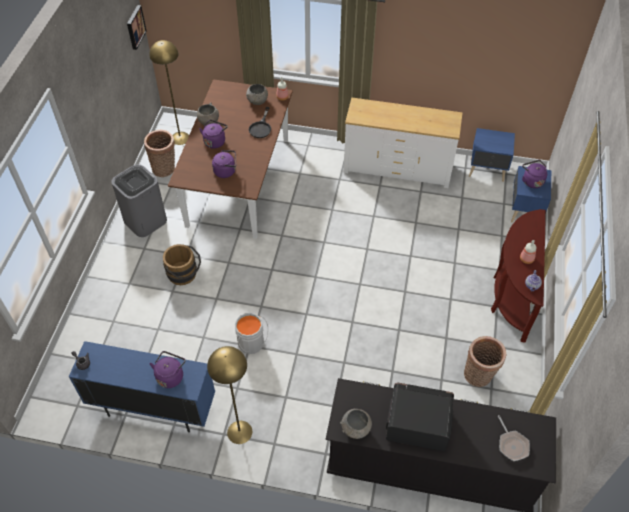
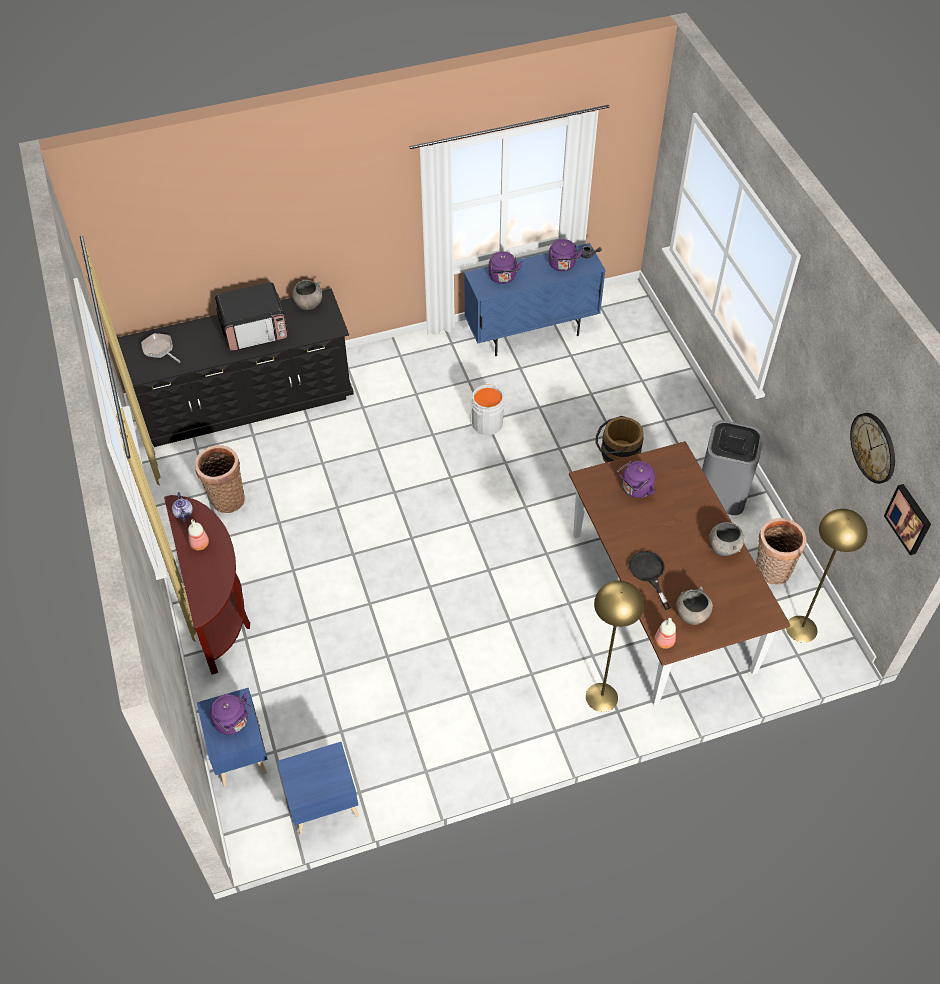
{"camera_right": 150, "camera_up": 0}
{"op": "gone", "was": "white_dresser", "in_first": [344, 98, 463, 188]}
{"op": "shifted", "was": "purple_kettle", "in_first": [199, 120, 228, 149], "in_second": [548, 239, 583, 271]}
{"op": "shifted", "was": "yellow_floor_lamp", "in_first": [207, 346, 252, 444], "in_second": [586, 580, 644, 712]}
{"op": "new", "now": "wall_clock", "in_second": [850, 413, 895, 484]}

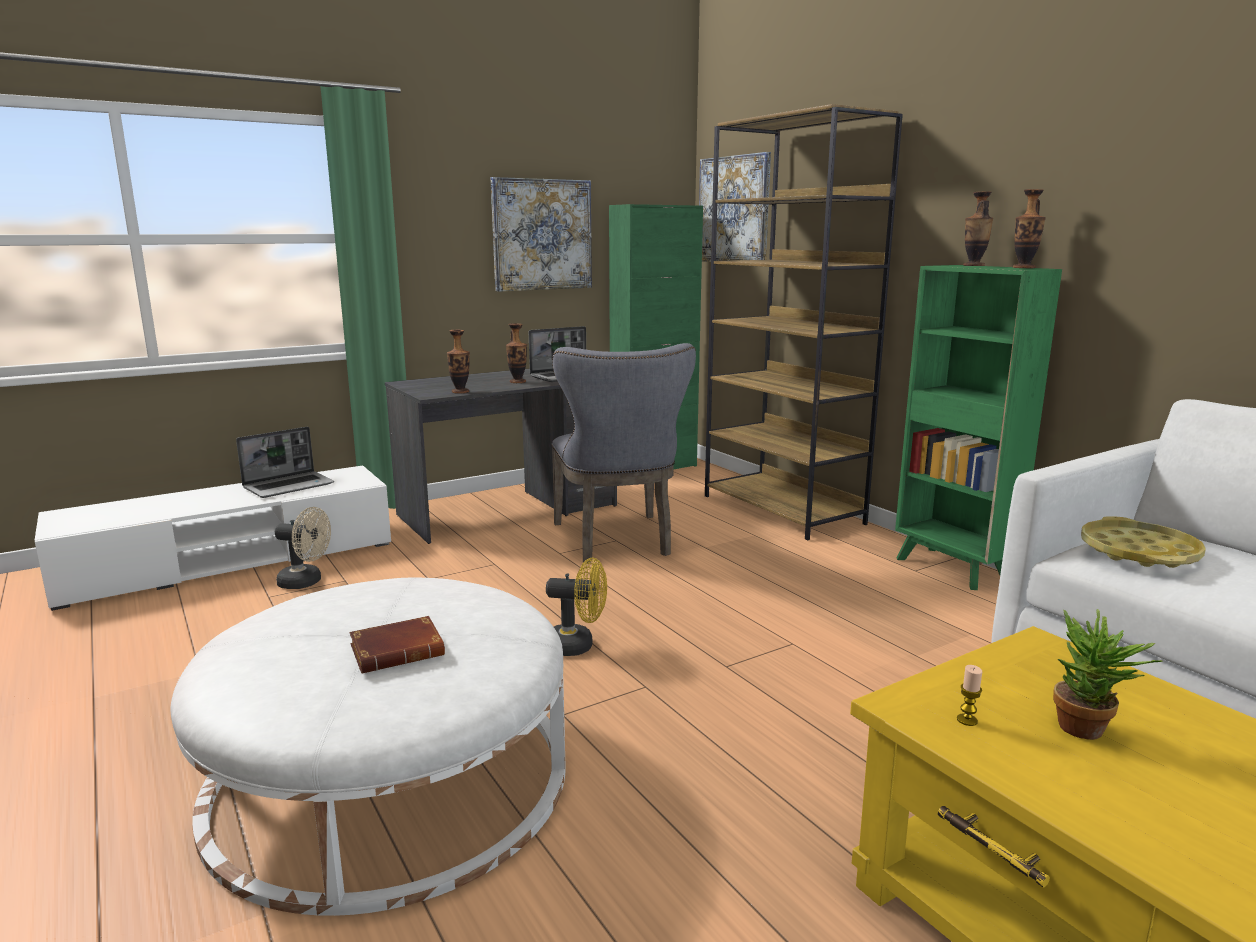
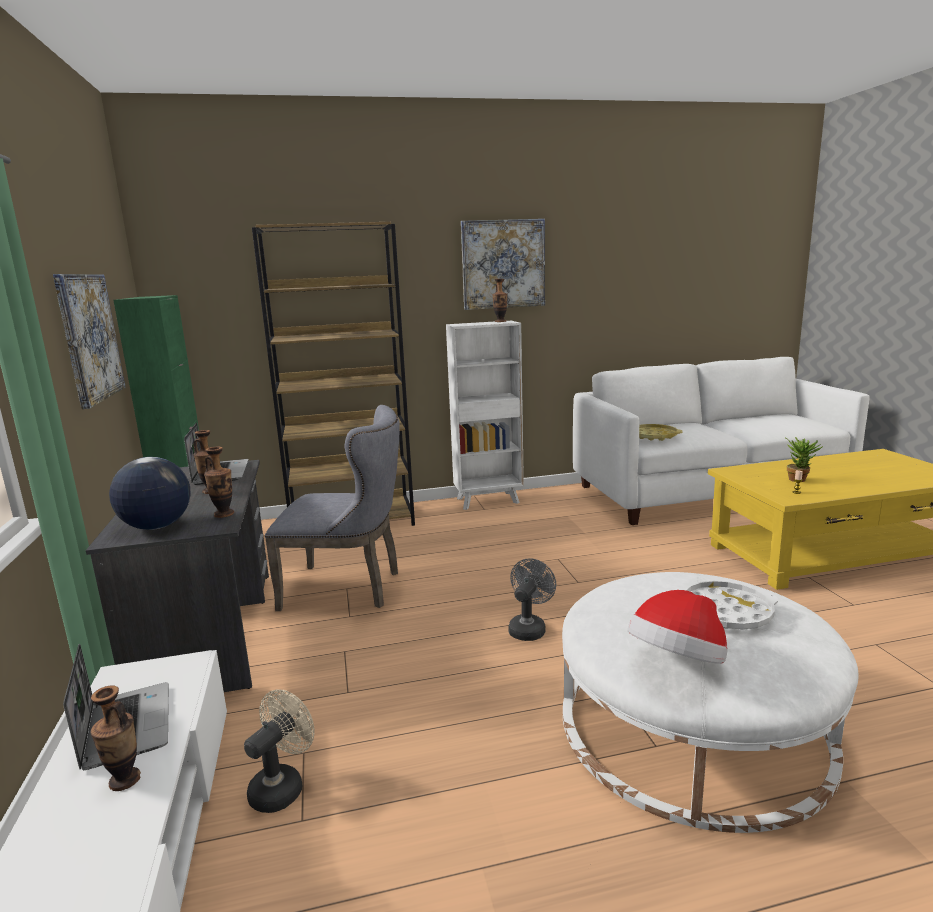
{"camera_right": -70, "camera_up": 0}
{"op": "shifted", "was": "picture", "in_first": [699, 152, 771, 262], "in_second": [461, 219, 545, 310]}
{"op": "shifted", "was": "vase", "in_first": [963, 192, 993, 266], "in_second": [91, 685, 141, 791]}
{"op": "repainted", "was": "green_bookcase", "now": "white_bookcase", "in_first": [895, 265, 1062, 590], "in_second": [446, 321, 524, 510]}
{"op": "repainted", "was": "yellow_fan", "now": "grey_fan", "in_first": [546, 558, 607, 656], "in_second": [508, 558, 556, 641]}
{"op": "swapped", "was": "brown_book", "now": "white_tray", "in_first": [349, 616, 445, 674], "in_second": [685, 581, 778, 629]}
{"op": "new", "now": "globe", "in_second": [109, 457, 191, 530]}
{"op": "new", "now": "hat", "in_second": [627, 590, 728, 664]}

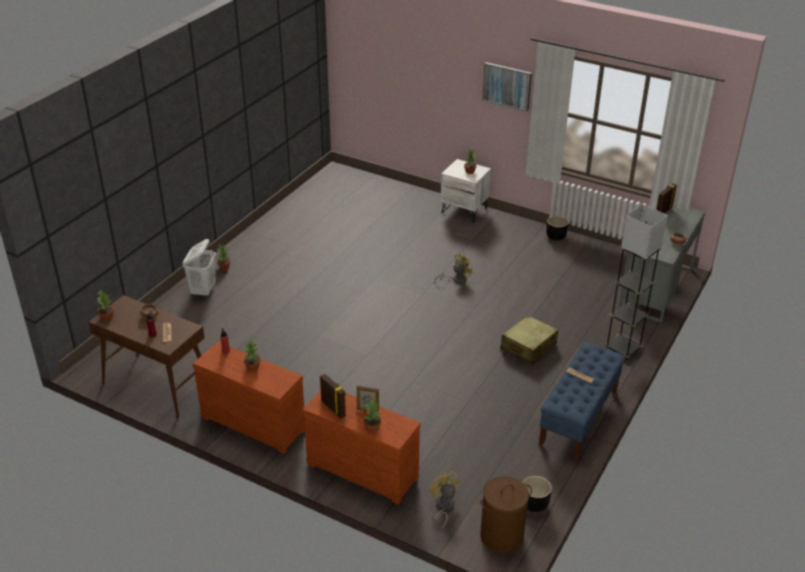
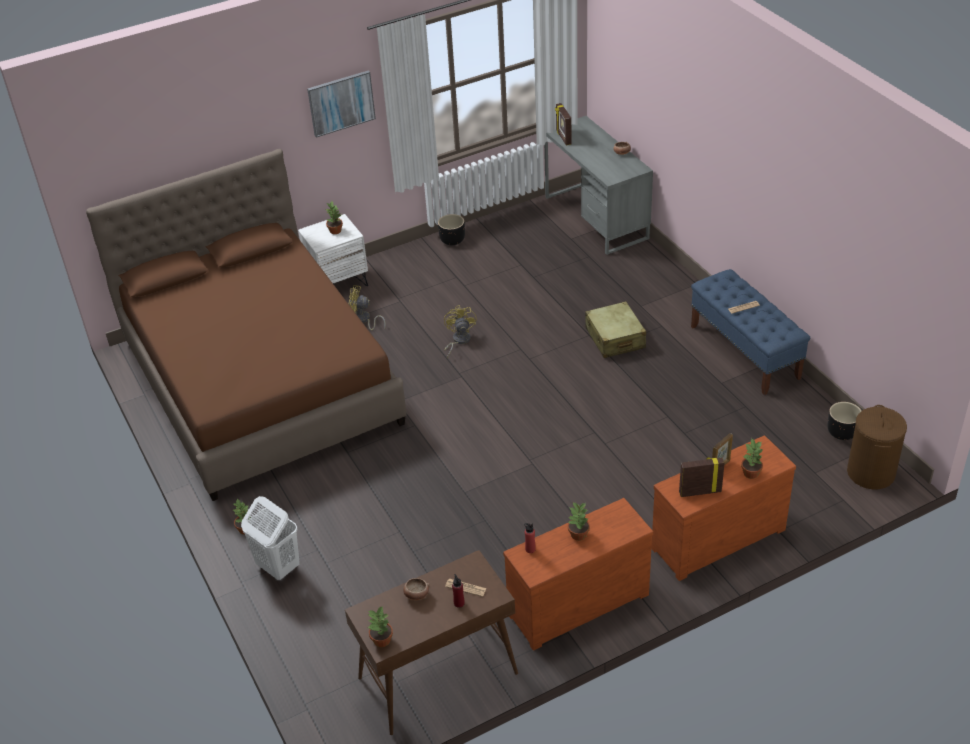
{"camera_right": -55, "camera_up": 5}
{"op": "gone", "was": "grey_floor_lamp", "in_first": [605, 204, 668, 361]}
{"op": "shifted", "was": "yellow_fan", "in_first": [429, 471, 459, 529], "in_second": [349, 285, 386, 330]}
{"op": "new", "now": "brown_bed", "in_second": [86, 149, 407, 501]}

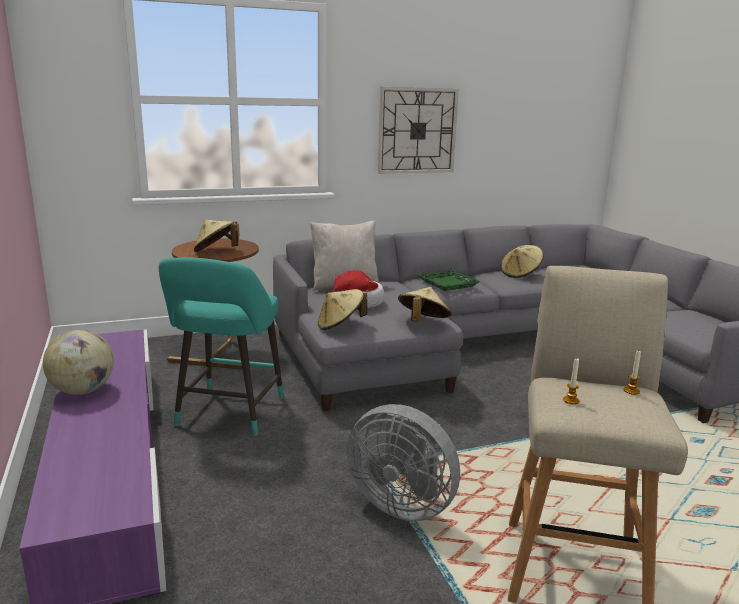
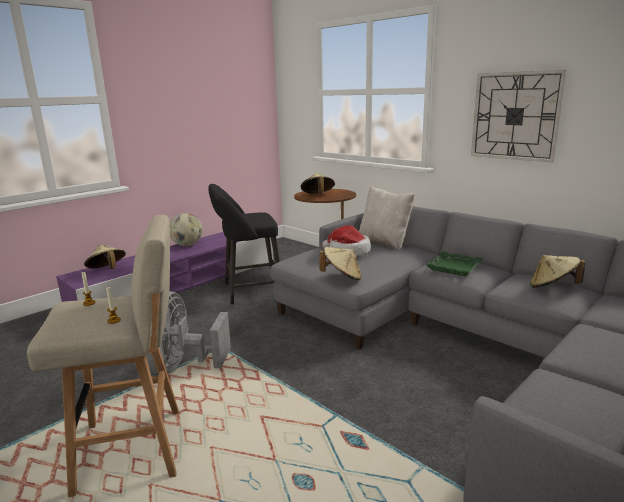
{"camera_right": 65, "camera_up": 0}
{"op": "repainted", "was": "turquoise_stool", "now": "black_stool", "in_first": [159, 257, 284, 436], "in_second": [208, 184, 280, 305]}
{"op": "shifted", "was": "beige_hat", "in_first": [318, 289, 367, 330], "in_second": [84, 245, 126, 269]}

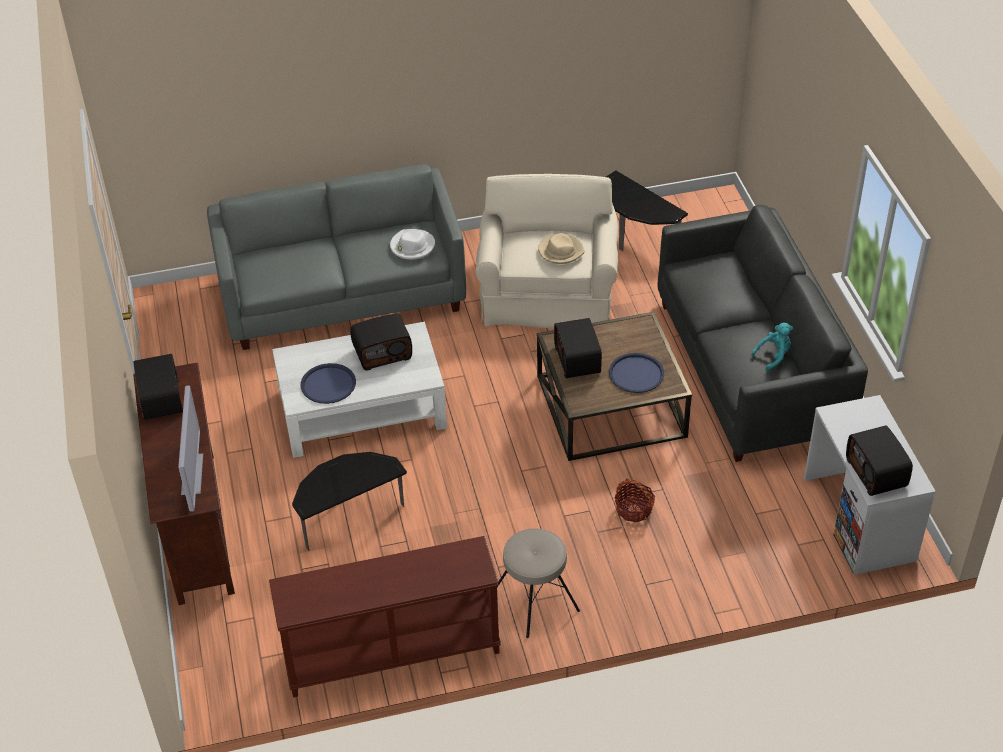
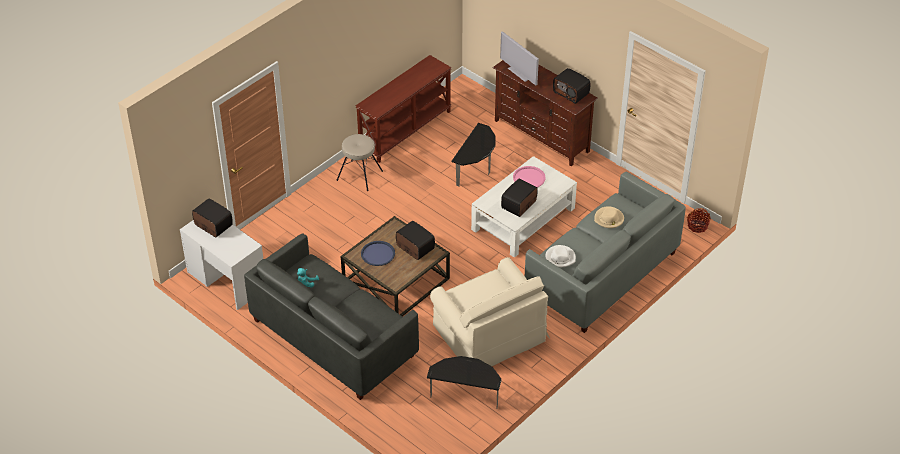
{"camera_right": 145, "camera_up": 0}
{"op": "shifted", "was": "beige_hat", "in_first": [538, 233, 585, 264], "in_second": [594, 206, 624, 228]}
{"op": "repainted", "was": "blue_tray", "now": "pink_tray", "in_first": [301, 363, 356, 404], "in_second": [513, 166, 546, 188]}
{"op": "shifted", "was": "basket", "in_first": [614, 479, 655, 522], "in_second": [687, 208, 711, 233]}

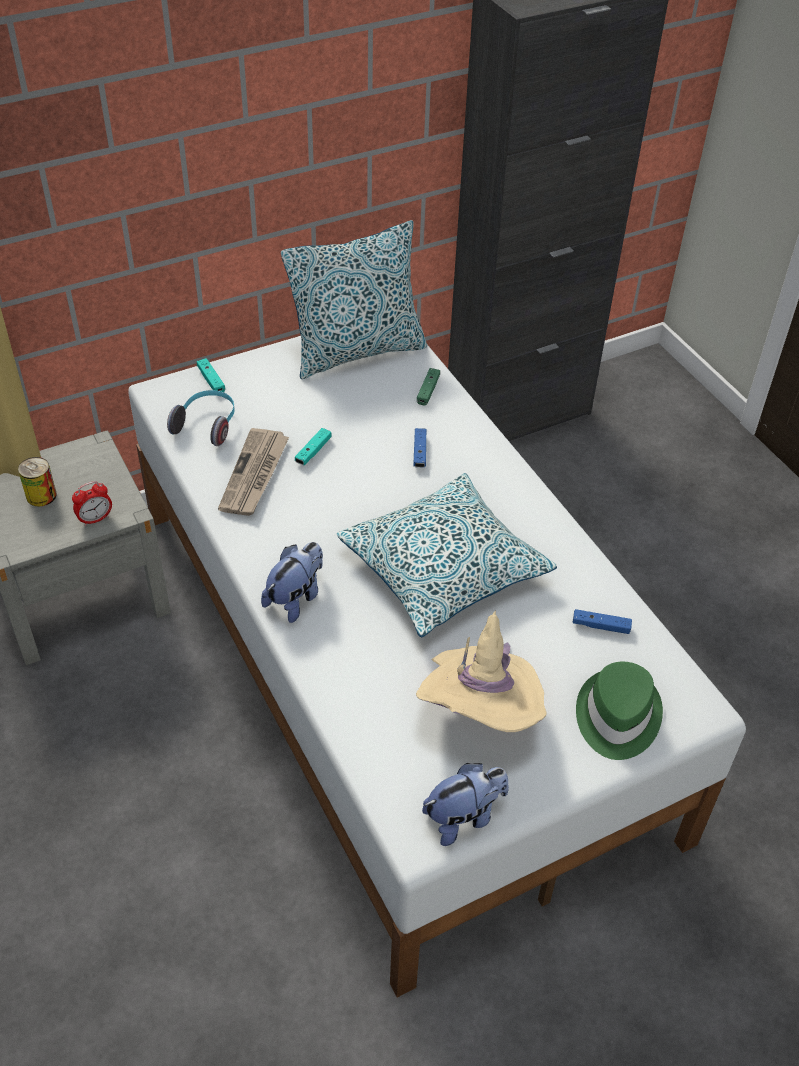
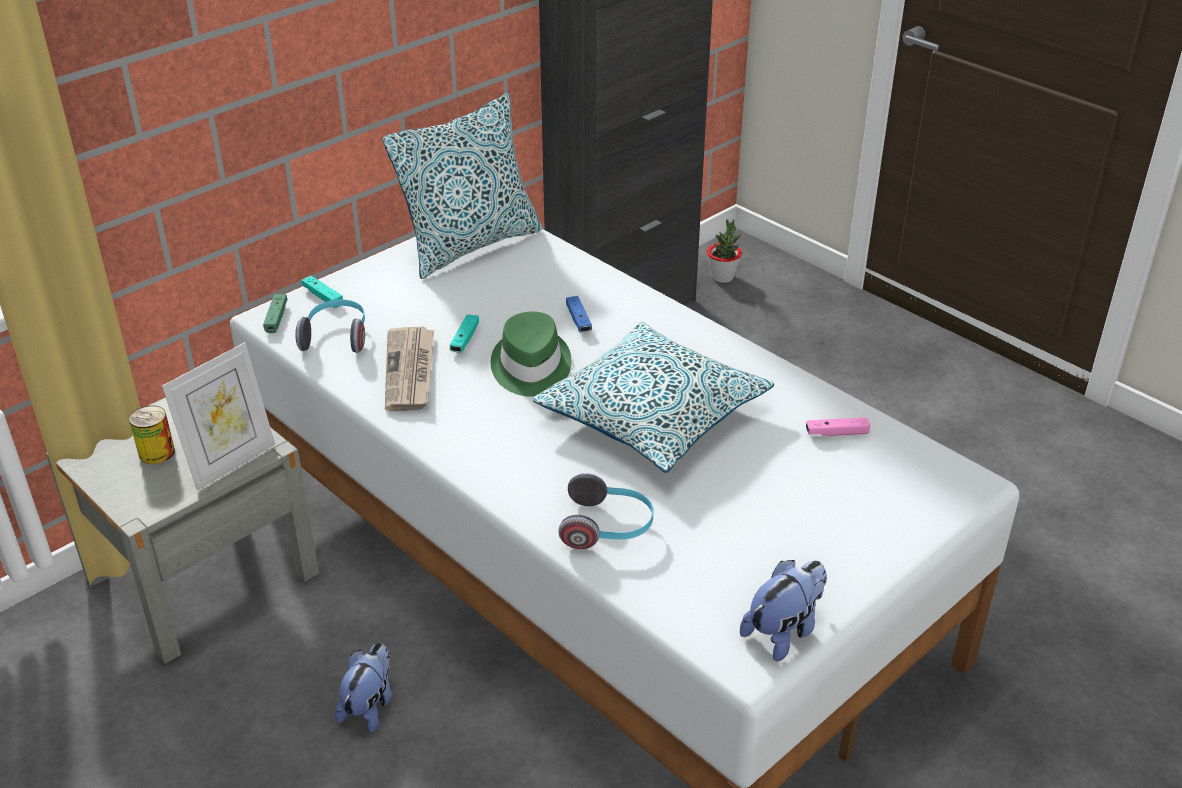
{"camera_right": -15, "camera_up": -10}
{"op": "shifted", "was": "green_game_controller", "in_first": [417, 368, 440, 405], "in_second": [263, 294, 288, 333]}
{"op": "swapped", "was": "alarm_clock", "now": "picture_frame", "in_first": [72, 481, 112, 526], "in_second": [162, 342, 275, 490]}
{"op": "shifted", "was": "plush_toy", "in_first": [261, 542, 323, 623], "in_second": [335, 643, 392, 733]}
{"op": "repainted", "was": "blue_game_controller", "now": "pink_game_controller", "in_first": [573, 609, 632, 634], "in_second": [806, 417, 870, 436]}
{"op": "gone", "was": "beige_hat", "in_first": [416, 610, 547, 732]}
{"op": "shifted", "was": "green_hat", "in_first": [576, 662, 663, 760], "in_second": [491, 311, 572, 397]}
{"op": "new", "now": "potted_plant", "in_second": [707, 219, 742, 283]}
{"op": "new", "now": "headphones", "in_second": [558, 473, 654, 549]}

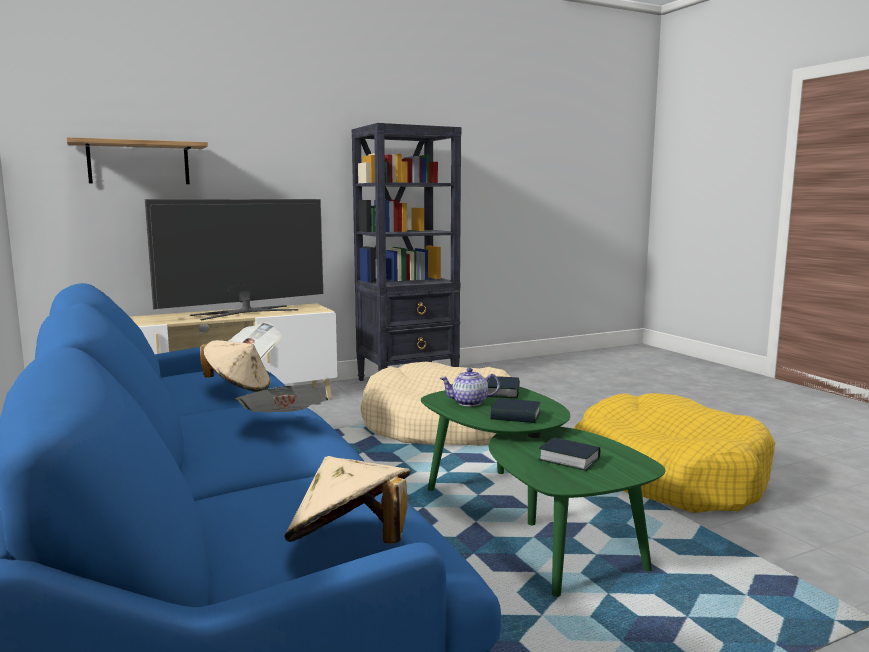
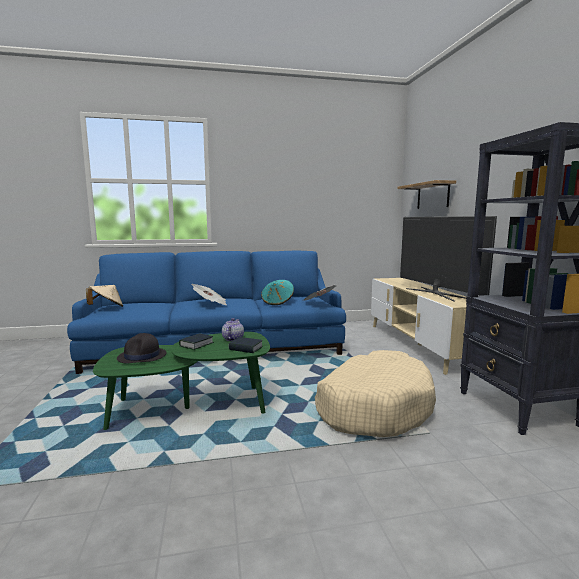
{"camera_right": 105, "camera_up": 0}
{"op": "repainted", "was": "beige_hat", "now": "turquoise_hat", "in_first": [200, 340, 271, 392], "in_second": [261, 280, 294, 305]}
{"op": "gone", "was": "yellow_dog_bed", "in_first": [574, 393, 775, 513]}
{"op": "swapped", "was": "book", "now": "black_hat", "in_first": [538, 437, 600, 471], "in_second": [117, 333, 167, 363]}

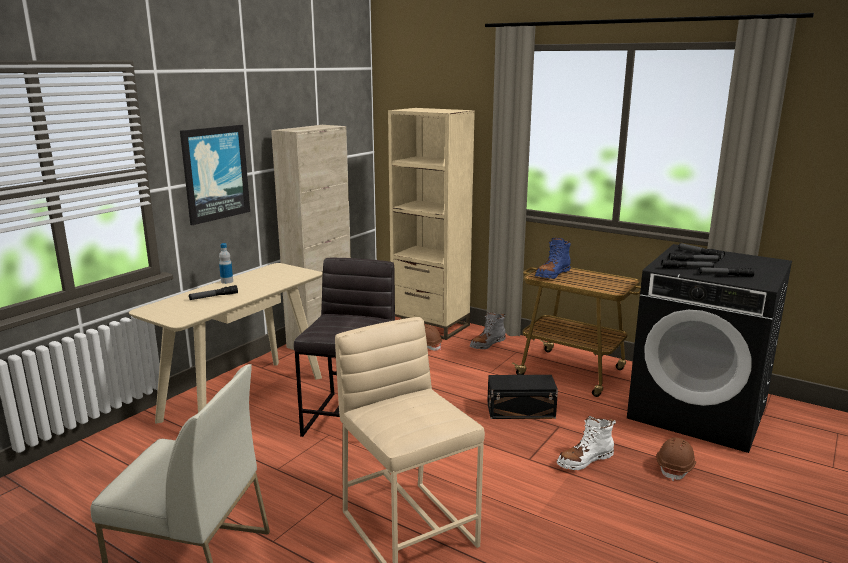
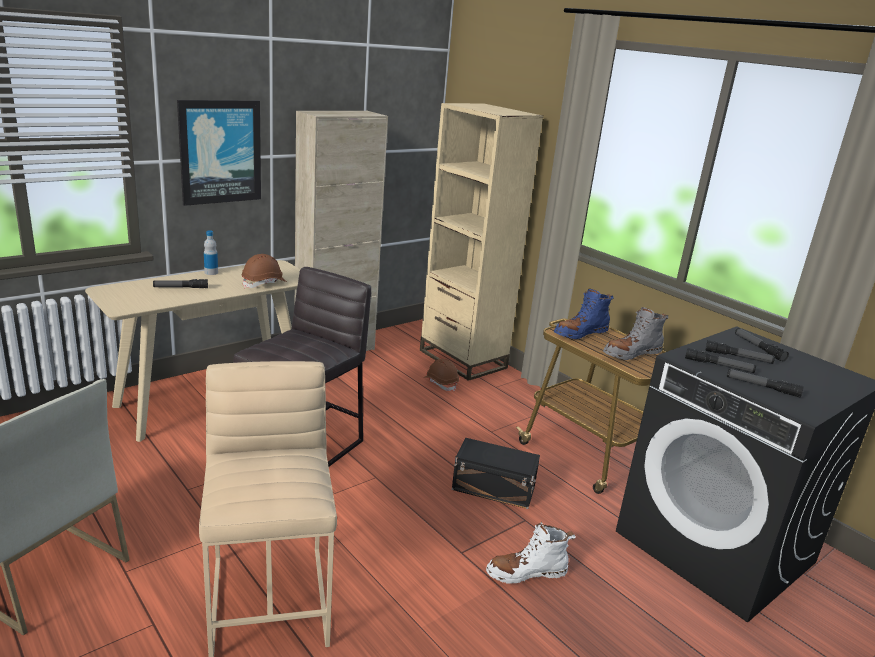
{"camera_right": 15, "camera_up": 5}
{"op": "shifted", "was": "grey_boot", "in_first": [470, 312, 506, 349], "in_second": [603, 307, 668, 360]}
{"op": "shifted", "was": "brown_hard_hat", "in_first": [657, 438, 696, 481], "in_second": [241, 254, 287, 288]}

